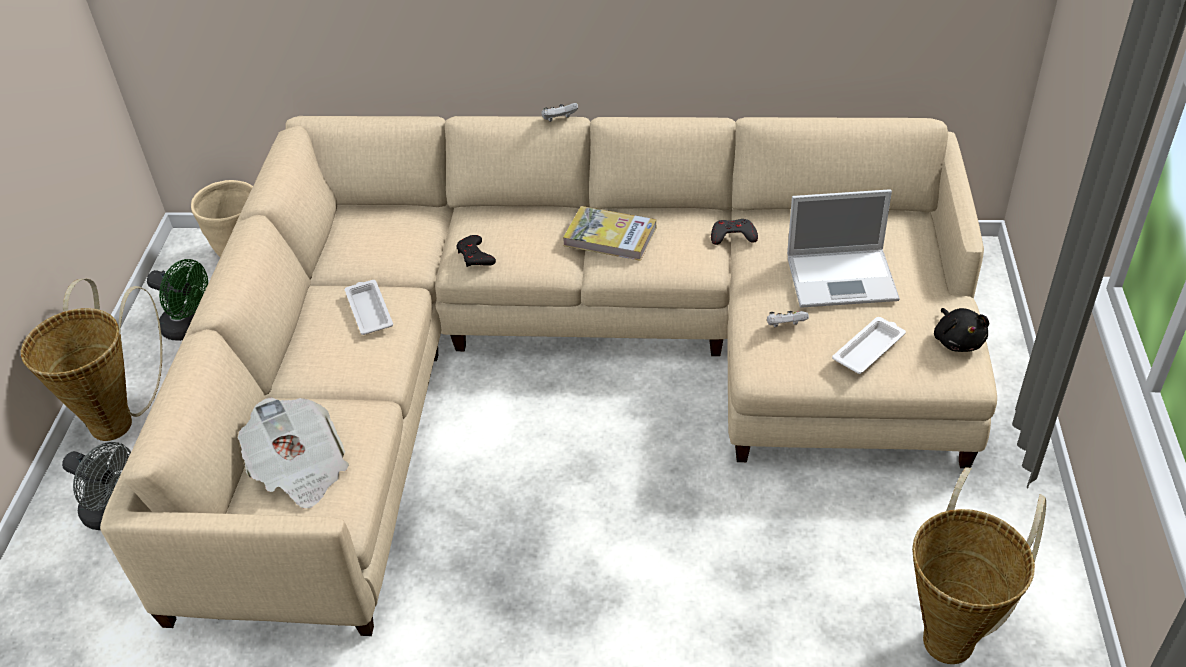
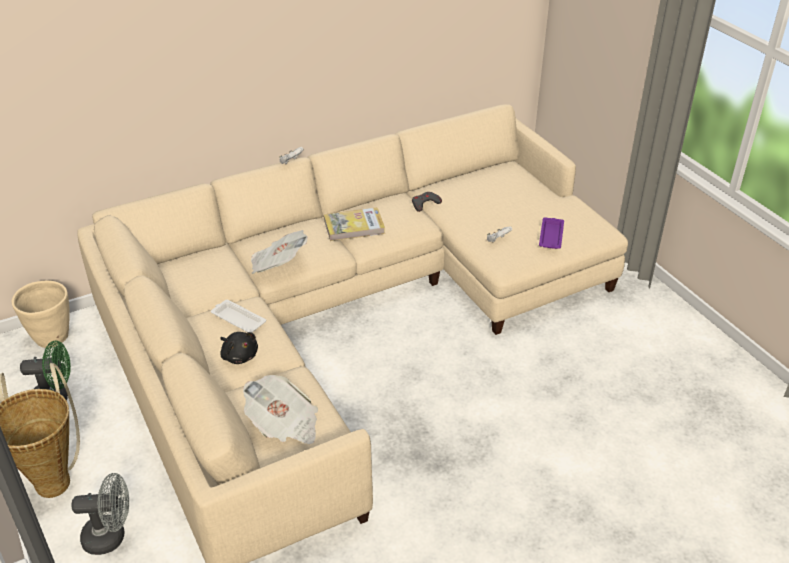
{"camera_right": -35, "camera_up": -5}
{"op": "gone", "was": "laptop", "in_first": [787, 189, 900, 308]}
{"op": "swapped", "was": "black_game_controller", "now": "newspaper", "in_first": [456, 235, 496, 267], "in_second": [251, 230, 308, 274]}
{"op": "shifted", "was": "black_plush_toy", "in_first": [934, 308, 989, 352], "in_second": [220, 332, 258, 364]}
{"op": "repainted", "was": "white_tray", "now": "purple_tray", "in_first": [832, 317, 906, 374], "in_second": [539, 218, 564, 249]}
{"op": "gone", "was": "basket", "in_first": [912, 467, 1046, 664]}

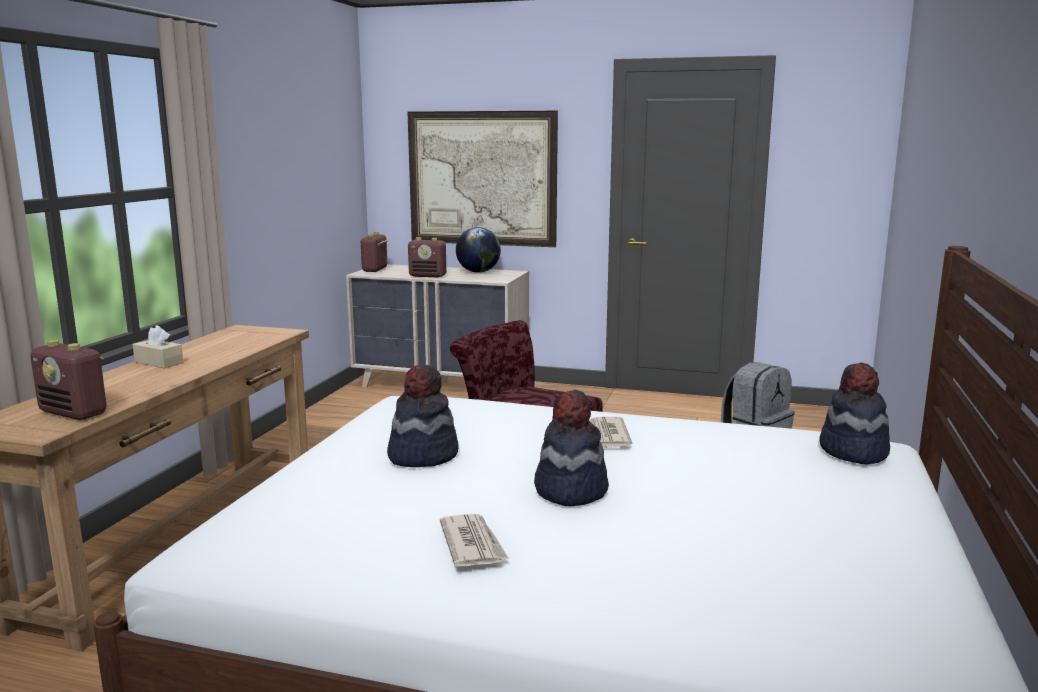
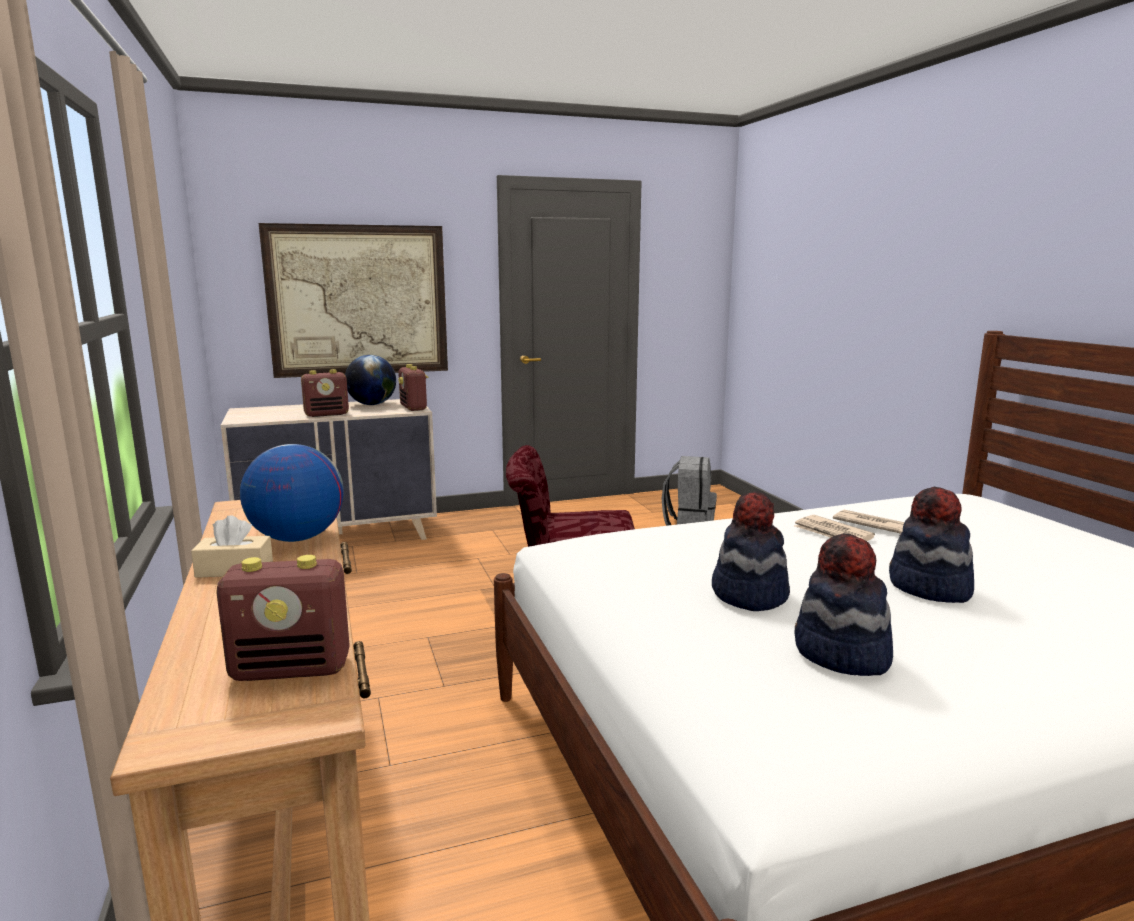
{"camera_right": -35, "camera_up": 0}
{"op": "shifted", "was": "radio", "in_first": [361, 232, 388, 272], "in_second": [398, 364, 428, 411]}
{"op": "shifted", "was": "hat", "in_first": [820, 362, 890, 464], "in_second": [795, 533, 893, 676]}
{"op": "shifted", "was": "newspaper", "in_first": [440, 514, 509, 567], "in_second": [833, 510, 904, 534]}
{"op": "new", "now": "globe", "in_second": [240, 444, 344, 542]}

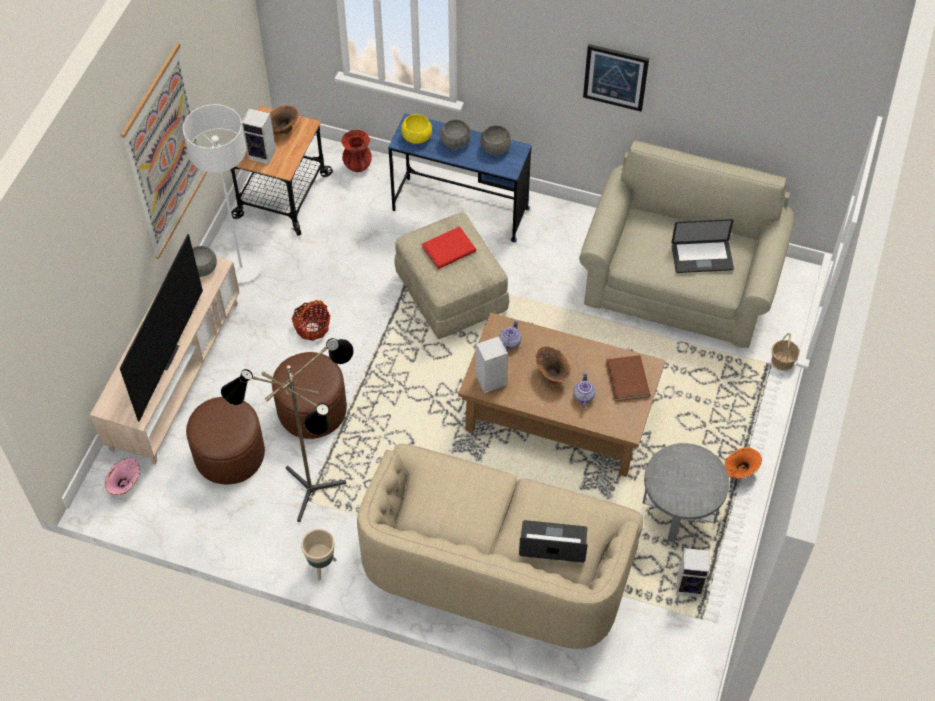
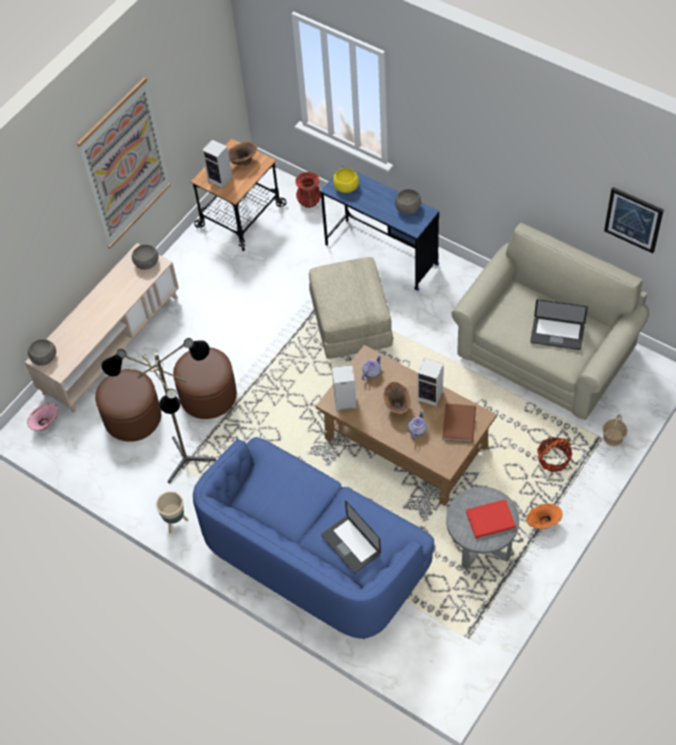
{"camera_right": 20, "camera_up": 0}
{"op": "shifted", "was": "picture", "in_first": [583, 44, 649, 111], "in_second": [604, 187, 664, 253]}
{"op": "gone", "was": "white_floor_lamp", "in_first": [183, 104, 261, 283]}
{"op": "shifted", "was": "grey_bowl", "in_first": [440, 120, 471, 149], "in_second": [28, 339, 56, 366]}
{"op": "shifted", "was": "red_book", "in_first": [422, 226, 476, 269], "in_second": [466, 499, 516, 538]}
{"op": "gone", "was": "television", "in_first": [120, 234, 203, 421]}
{"op": "shifted", "was": "basket", "in_first": [291, 300, 330, 341], "in_second": [537, 437, 572, 472]}
{"op": "repainted", "was": "beige_sofa", "now": "blue_sofa", "in_first": [357, 444, 643, 649], "in_second": [193, 437, 434, 639]}
{"op": "rotated", "was": "laptop", "in_first": [519, 520, 588, 563], "in_second": [321, 500, 381, 573], "clockwise": -150}
{"op": "shifted", "was": "speaker", "in_first": [677, 548, 710, 598], "in_second": [417, 358, 444, 406]}

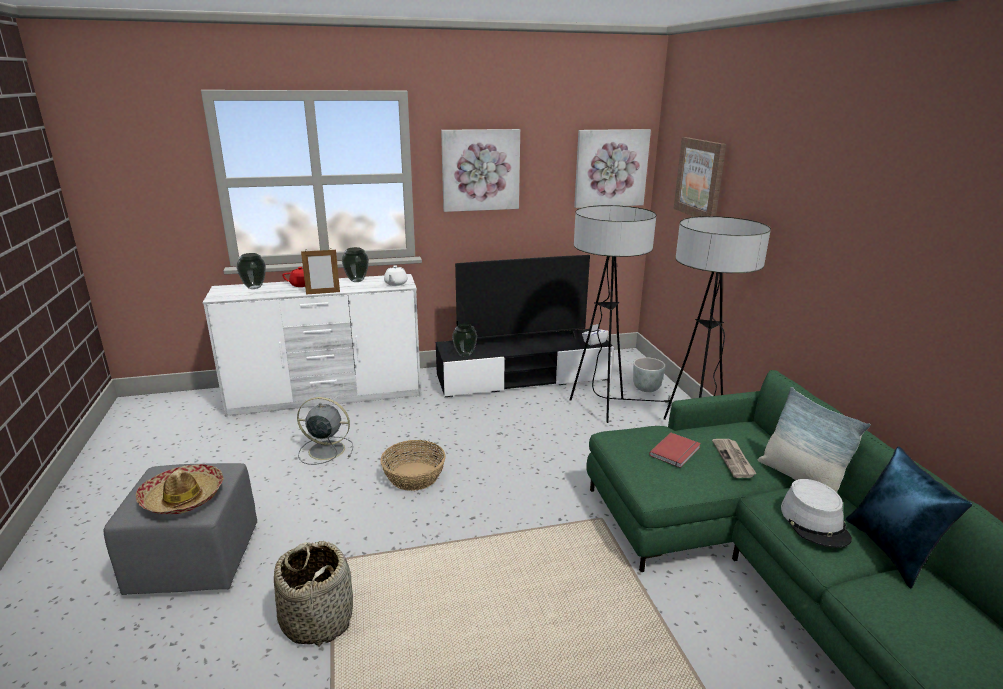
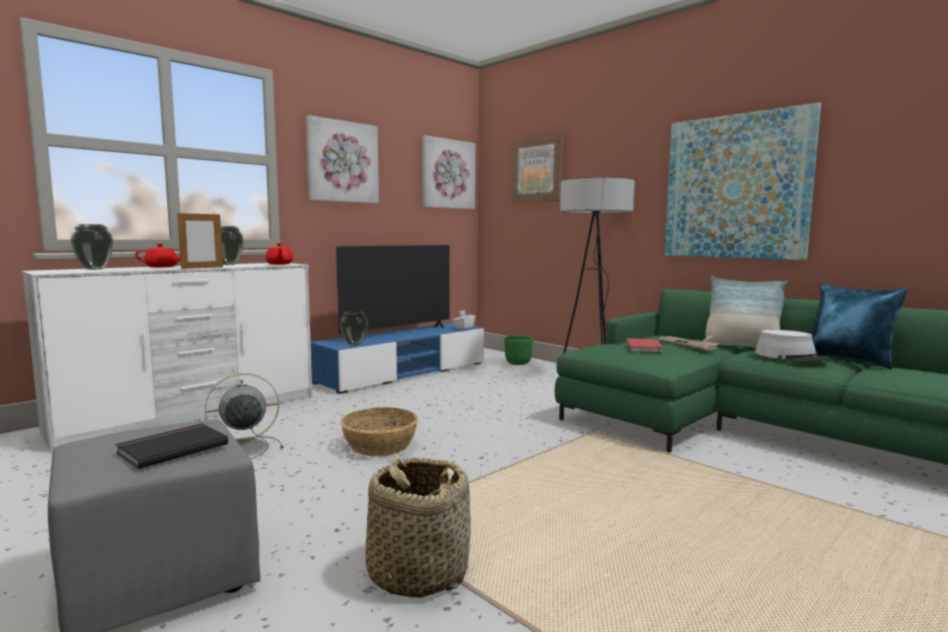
{"camera_right": -30, "camera_up": -15}
{"op": "gone", "was": "floor_lamp", "in_first": [570, 205, 673, 423]}
{"op": "repainted", "was": "white_teapot", "now": "red_teapot", "in_first": [384, 265, 408, 286], "in_second": [265, 243, 293, 265]}
{"op": "repainted", "was": "black_tv_stand", "now": "blue_tv_stand", "in_first": [436, 329, 614, 397], "in_second": [310, 323, 484, 394]}
{"op": "repainted", "was": "grey_planter", "now": "green_planter", "in_first": [633, 357, 665, 392], "in_second": [504, 336, 533, 365]}
{"op": "swapped", "was": "hat", "now": "black_book", "in_first": [136, 464, 224, 514], "in_second": [116, 423, 228, 469]}
{"op": "new", "now": "picture", "in_second": [664, 103, 821, 260]}

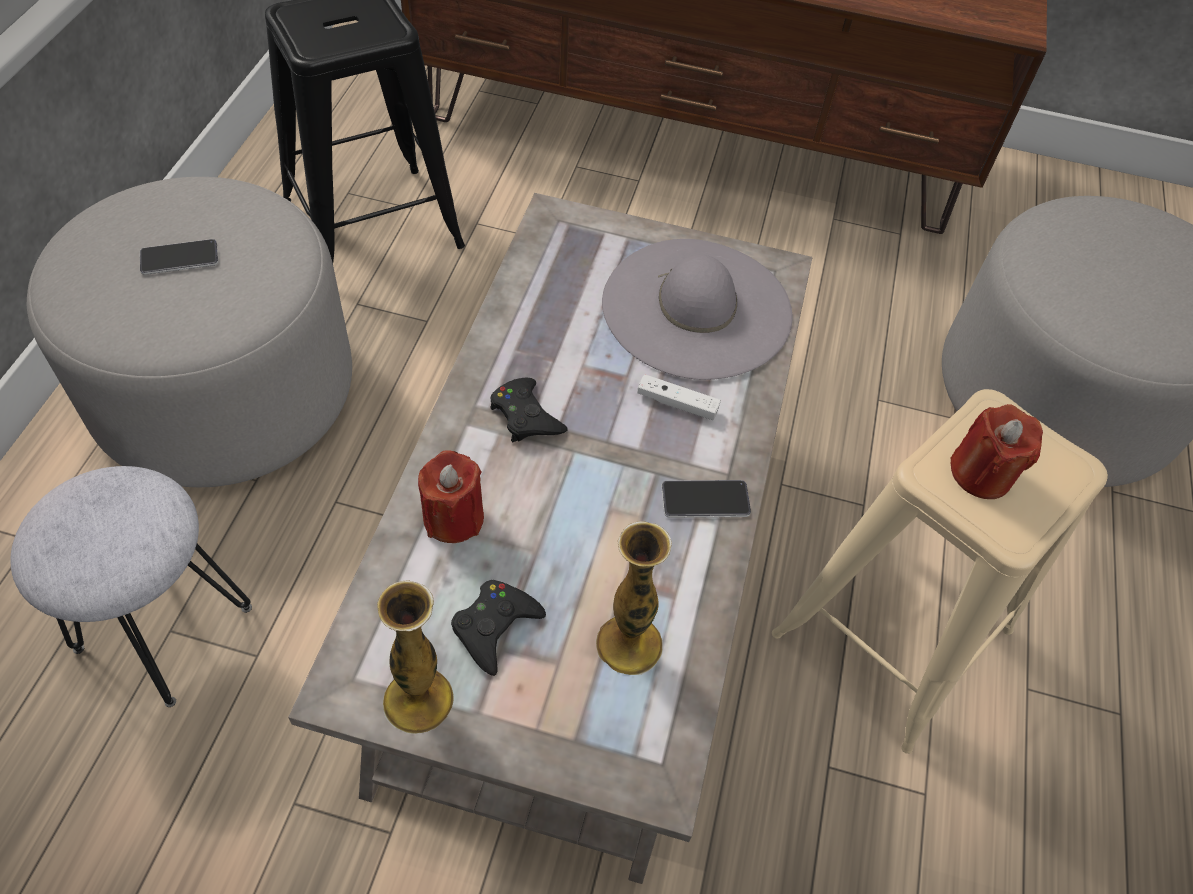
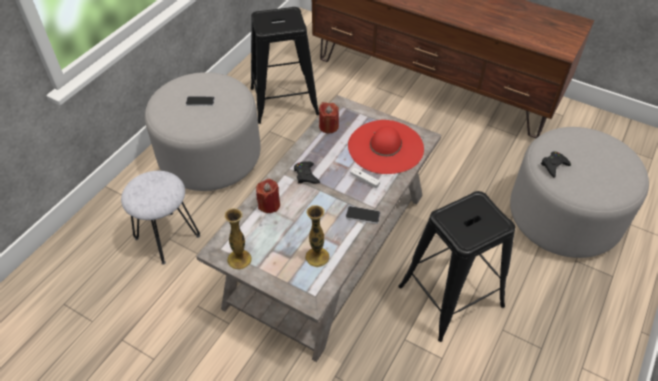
{"camera_right": 20, "camera_up": -5}
{"op": "repainted", "was": "grey_hat", "now": "red_hat", "in_first": [602, 239, 792, 380], "in_second": [348, 120, 424, 174]}
{"op": "repainted", "was": "beige_stool", "now": "black_stool", "in_first": [772, 389, 1108, 754], "in_second": [399, 191, 515, 342]}
{"op": "shifted", "was": "red_candle", "in_first": [950, 404, 1043, 499], "in_second": [319, 102, 339, 134]}
{"op": "shifted", "was": "black_game_controller", "in_first": [451, 580, 546, 676], "in_second": [541, 151, 571, 178]}

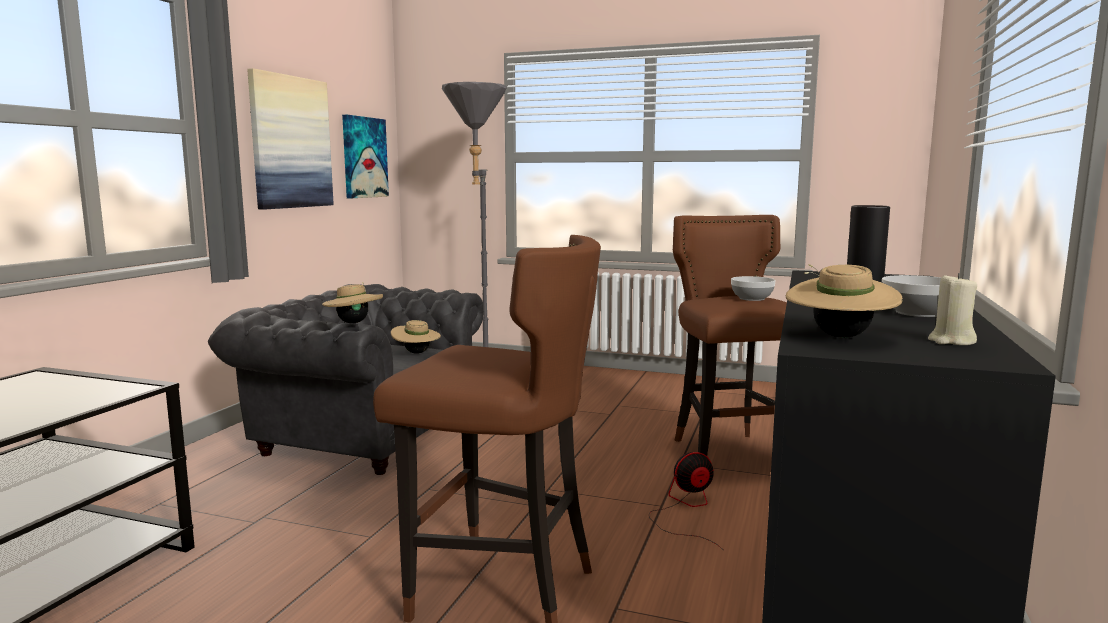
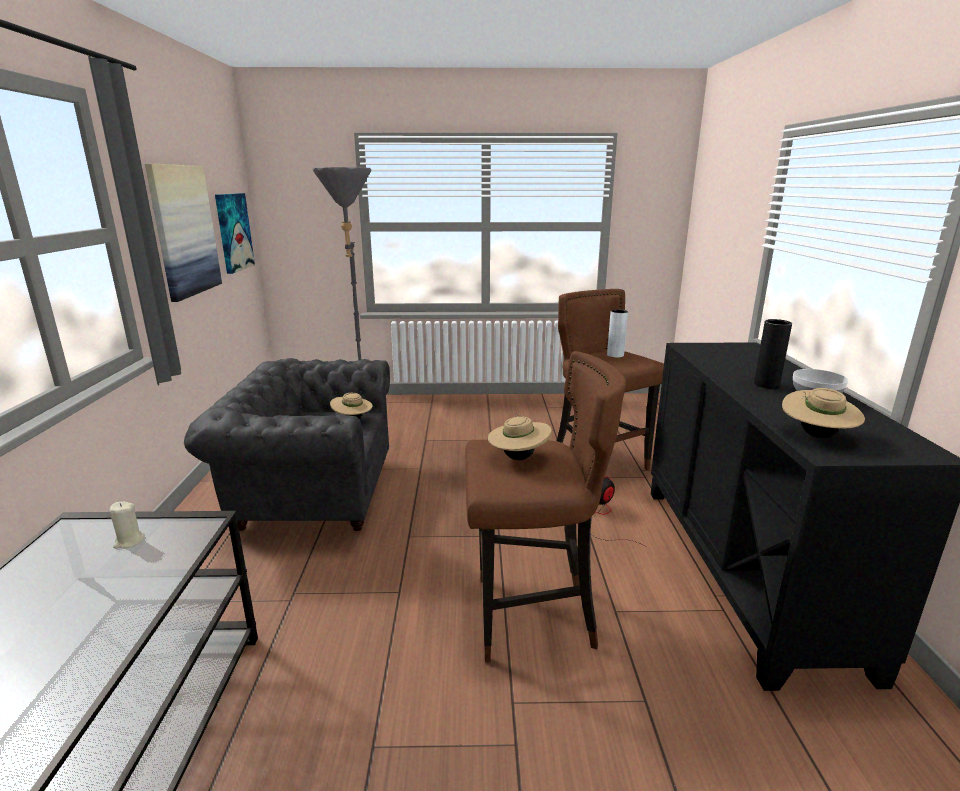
{"camera_right": -20, "camera_up": 10}
{"op": "shifted", "was": "beige_candle", "in_first": [928, 273, 977, 345], "in_second": [109, 502, 145, 549]}
{"op": "swapped", "was": "bowl", "now": "grey_vase", "in_first": [731, 276, 776, 301], "in_second": [607, 309, 628, 358]}
{"op": "shifted", "was": "beige_hat", "in_first": [322, 282, 383, 323], "in_second": [487, 412, 552, 460]}

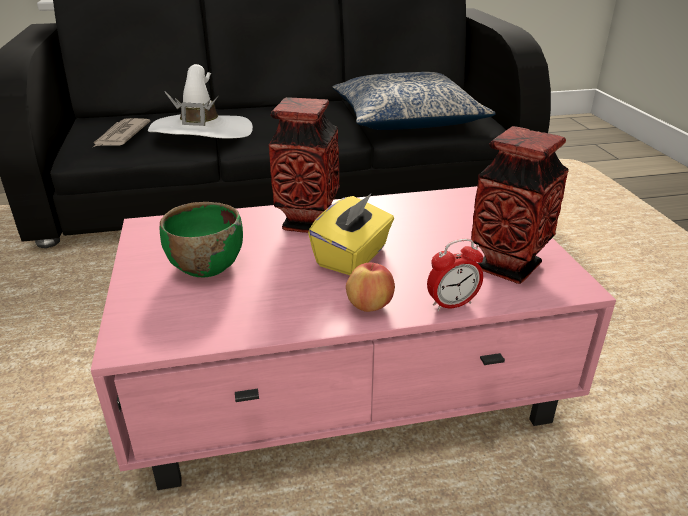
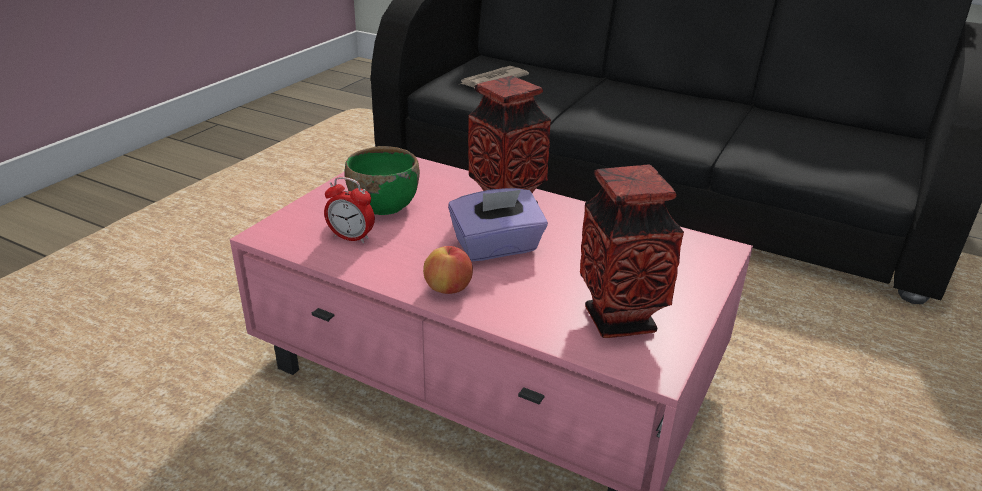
{"camera_right": 40, "camera_up": 0}
{"op": "gone", "was": "white_hat", "in_first": [148, 64, 253, 139]}
{"op": "gone", "was": "pillow", "in_first": [332, 72, 496, 130]}
{"op": "repainted", "was": "yellow_tissue_box", "now": "purple_tissue_box", "in_first": [308, 193, 394, 275], "in_second": [448, 188, 548, 261]}
{"op": "shifted", "was": "alarm_clock", "in_first": [427, 239, 483, 311], "in_second": [324, 177, 375, 243]}

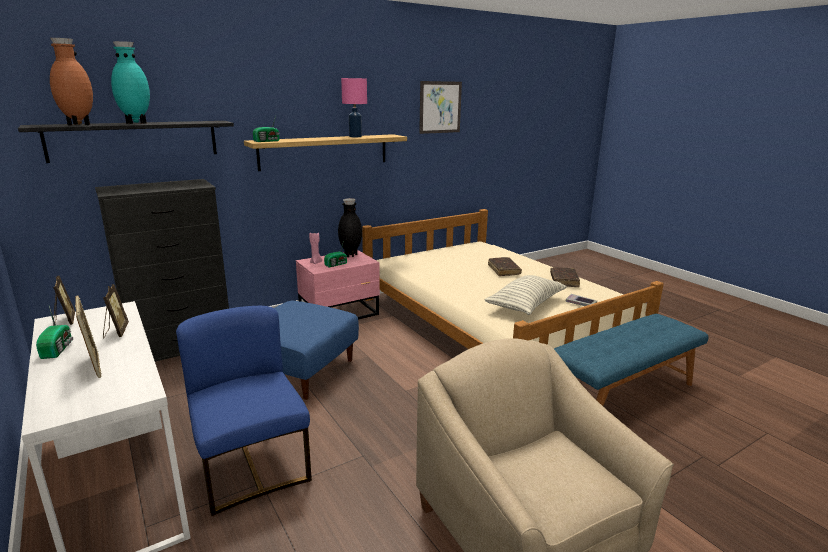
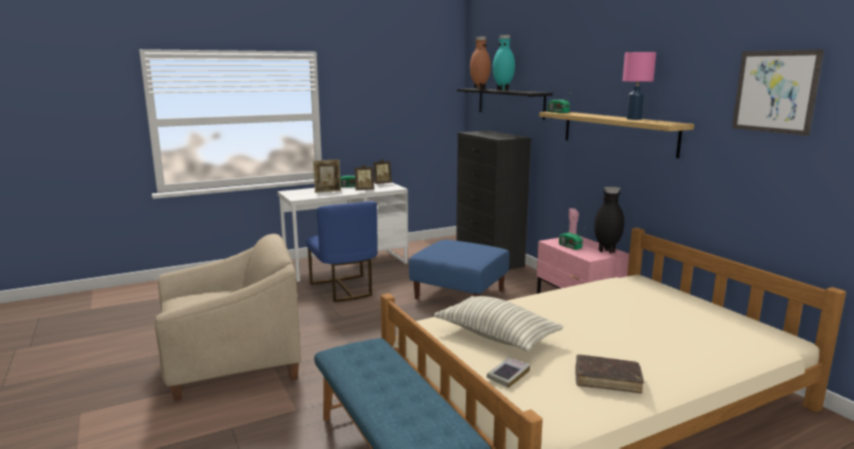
{"camera_right": 95, "camera_up": -5}
{"op": "gone", "was": "brown_book", "in_first": [488, 257, 522, 276]}
{"op": "rotated", "was": "blue_chair", "in_first": [176, 306, 312, 516], "in_second": [306, 201, 378, 302], "clockwise": 90}

